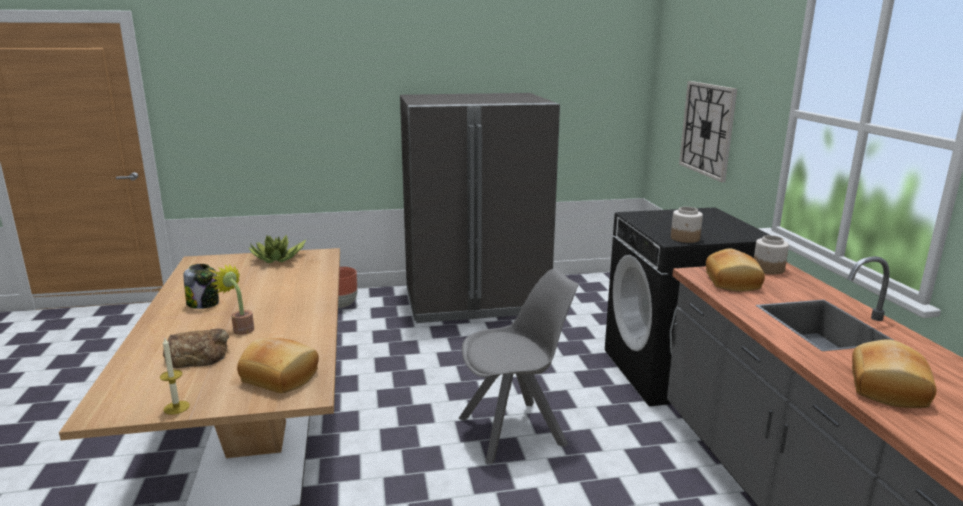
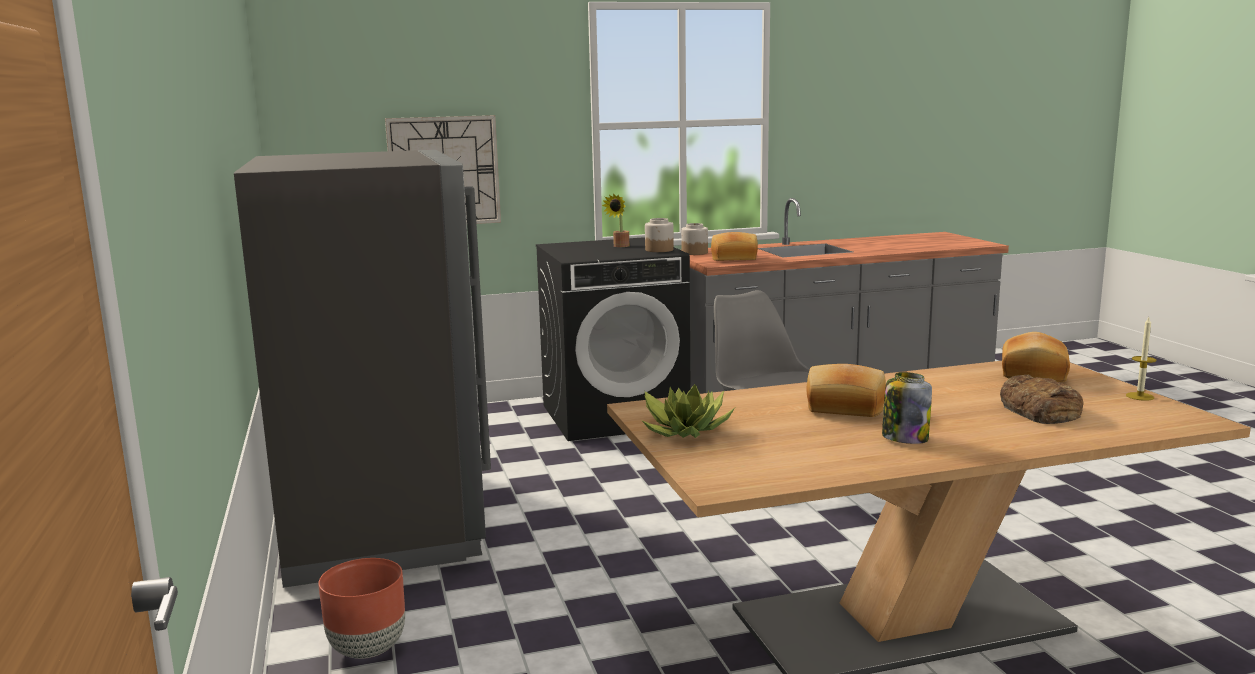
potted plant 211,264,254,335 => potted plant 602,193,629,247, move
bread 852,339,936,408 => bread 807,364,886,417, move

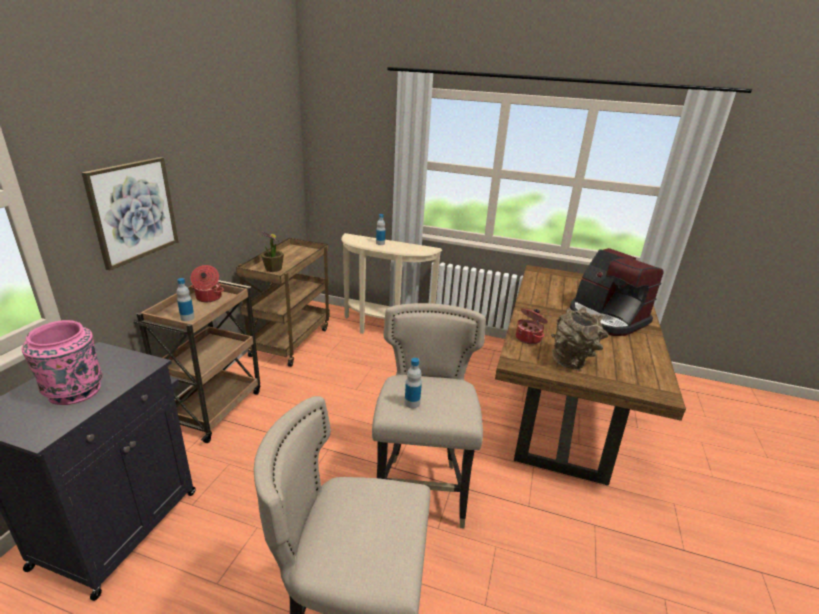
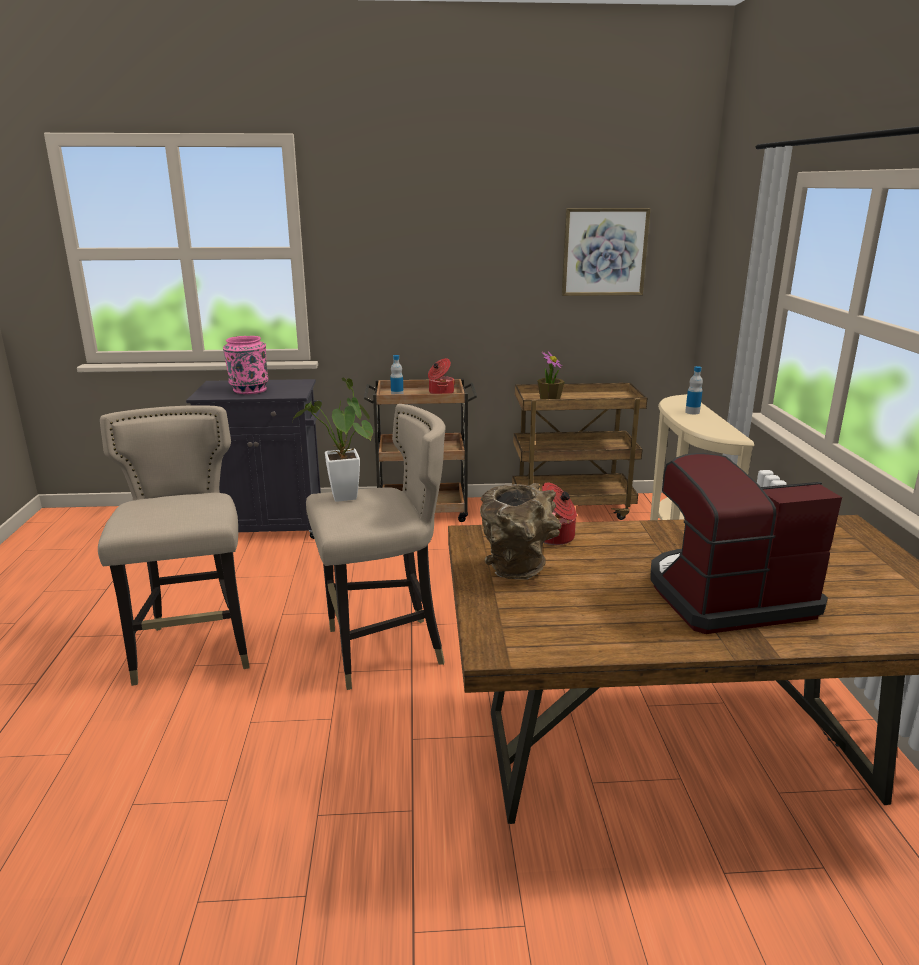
picture 82,157,178,270 => picture 562,208,650,296, move
bottle 405,358,422,408 => potted plant 291,378,373,502
coffee machine 570,248,664,336 => coffee machine 651,453,842,634, 45 degrees clockwise

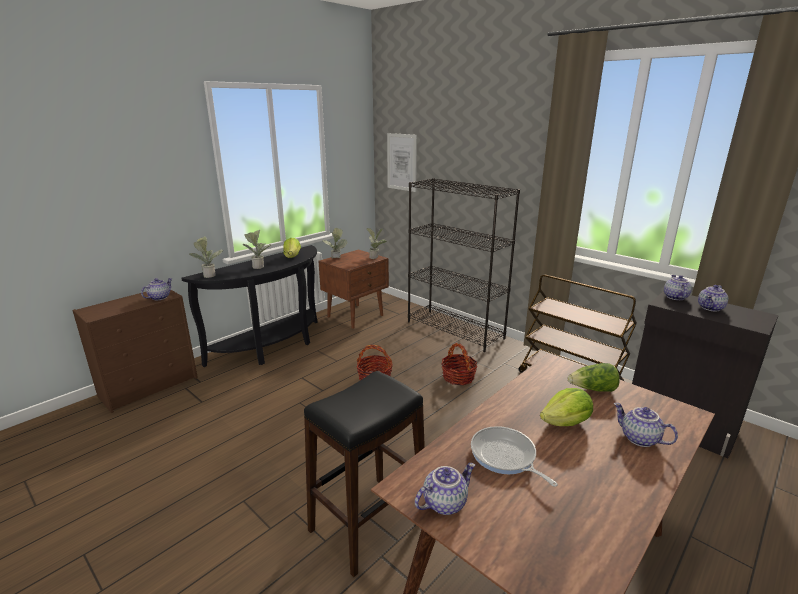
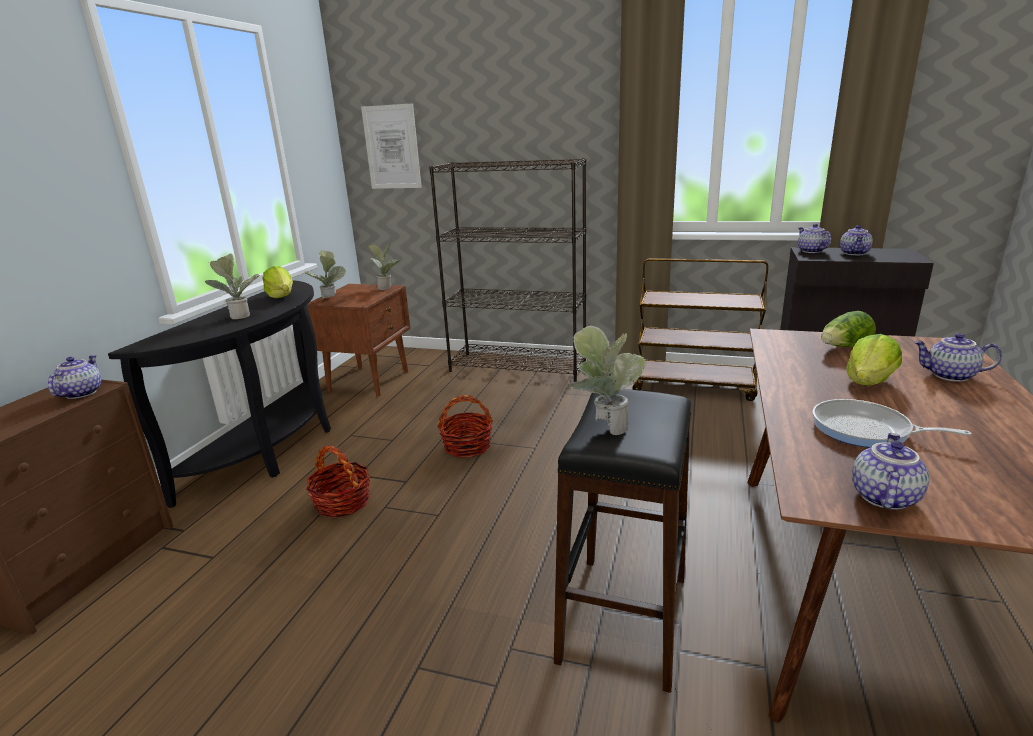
potted plant 189,236,223,278 => potted plant 570,325,647,435, move
basket 441,343,477,385 => basket 306,445,370,518, move

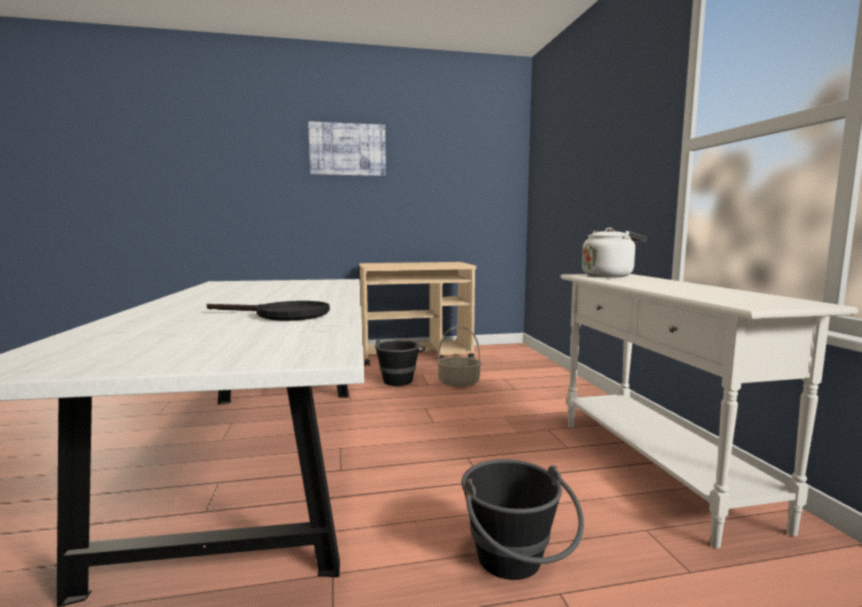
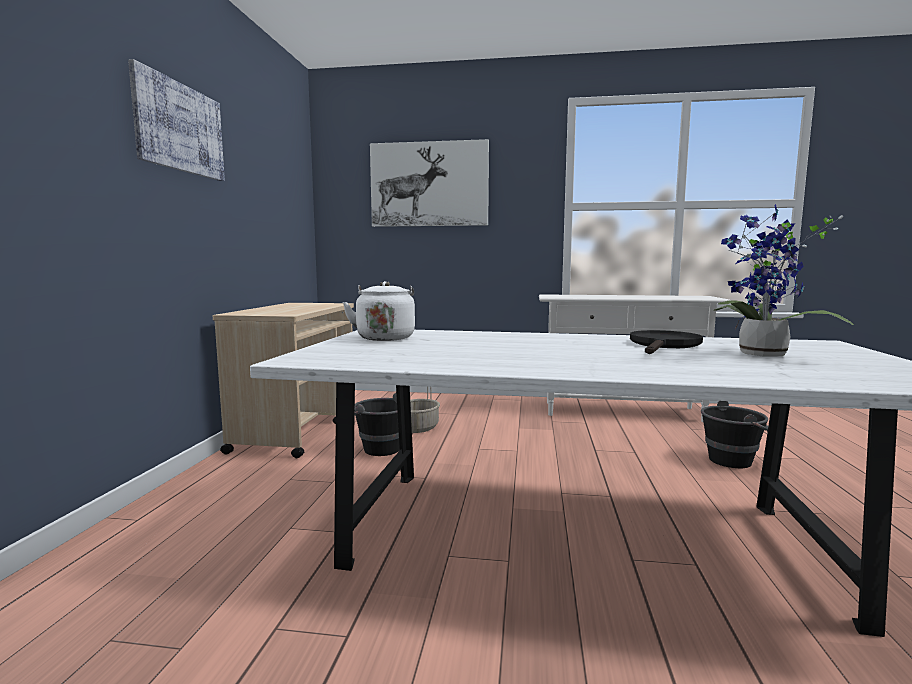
nothing => picture 370,139,489,227
nothing => potted plant 714,204,854,356
kettle (white) 582,228,647,277 => kettle (white) 343,281,415,341, move

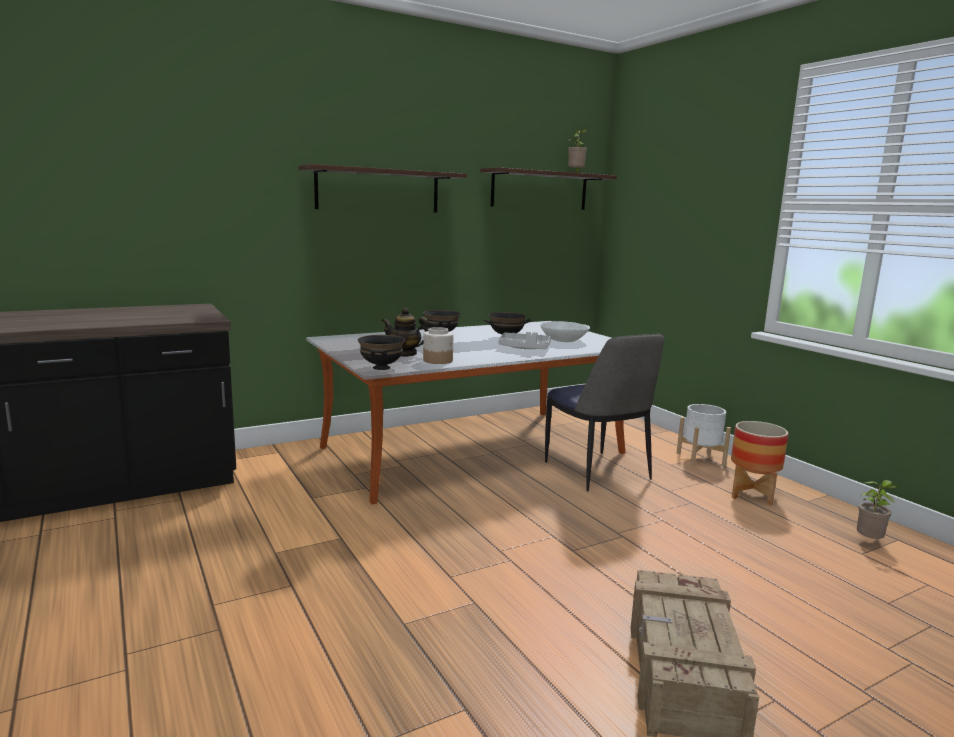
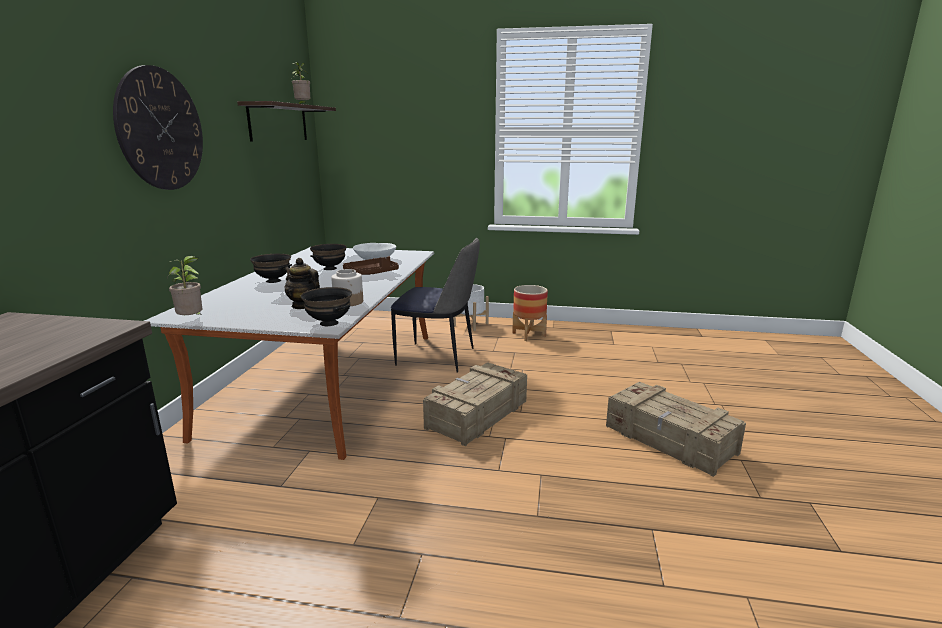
nothing => crate 423,362,527,446
potted plant 857,480,899,539 => potted plant 167,256,202,315, move
shelf 298,164,467,213 => wall clock 113,65,203,190
tray (grey) 498,332,551,349 => tray (brown) 343,256,399,275
teapot 382,308,429,357 => teapot 284,258,320,309, 75 degrees clockwise

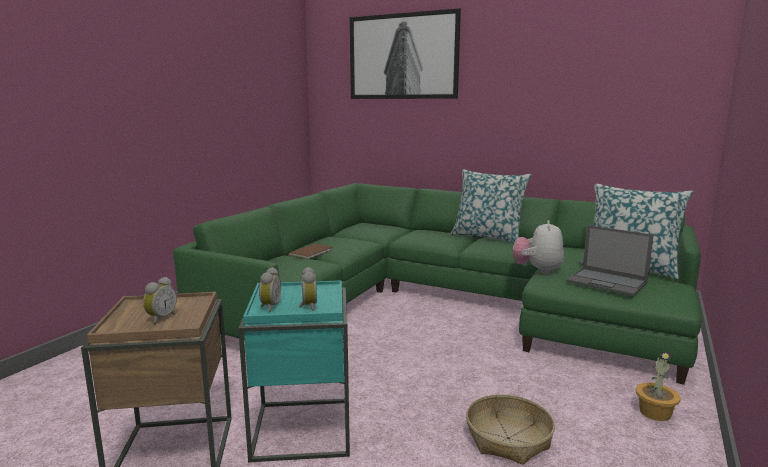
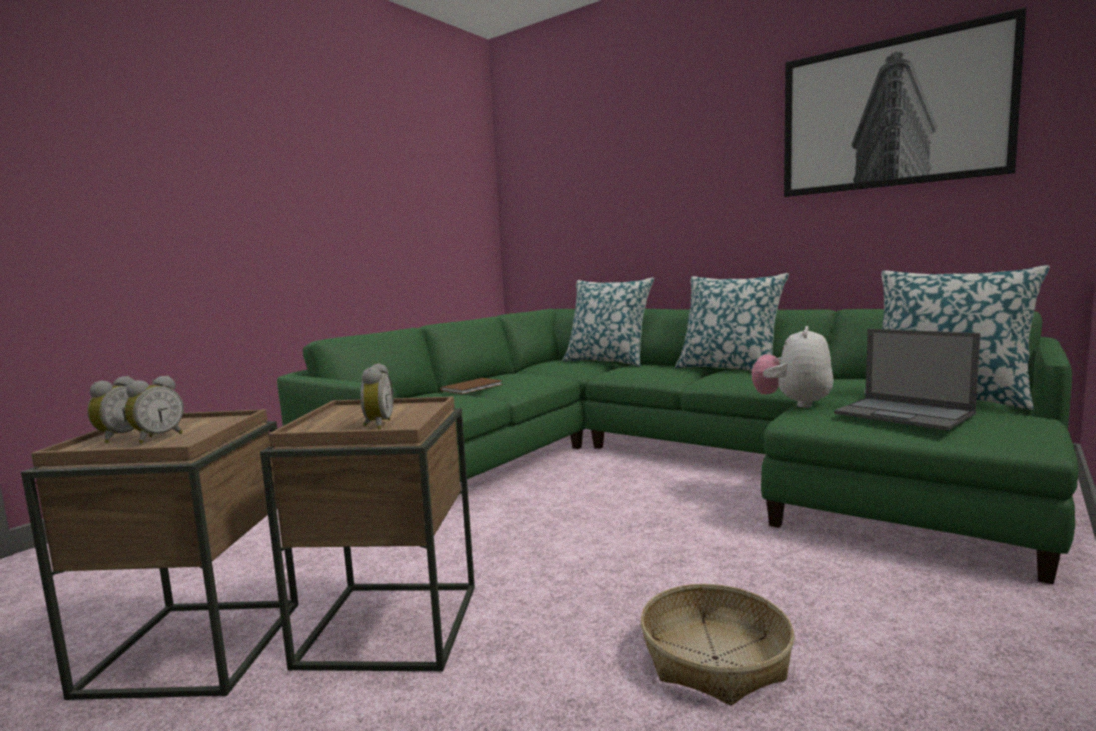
potted plant 636,351,681,421 => nothing
nothing => pillow 562,277,654,366
alarm clock 259,267,281,312 => alarm clock 87,376,141,443, move
picture 350,8,461,99 => picture 784,7,1026,197, move
side table (turquoise) 238,280,350,462 => side table (brown) 260,396,475,672

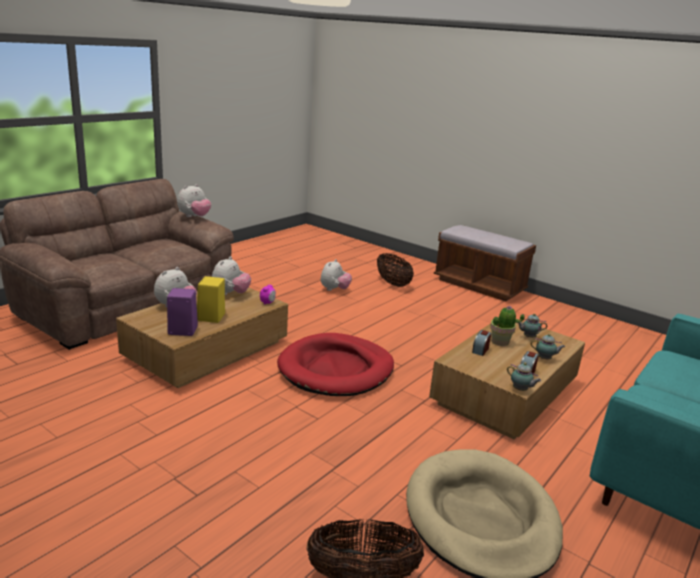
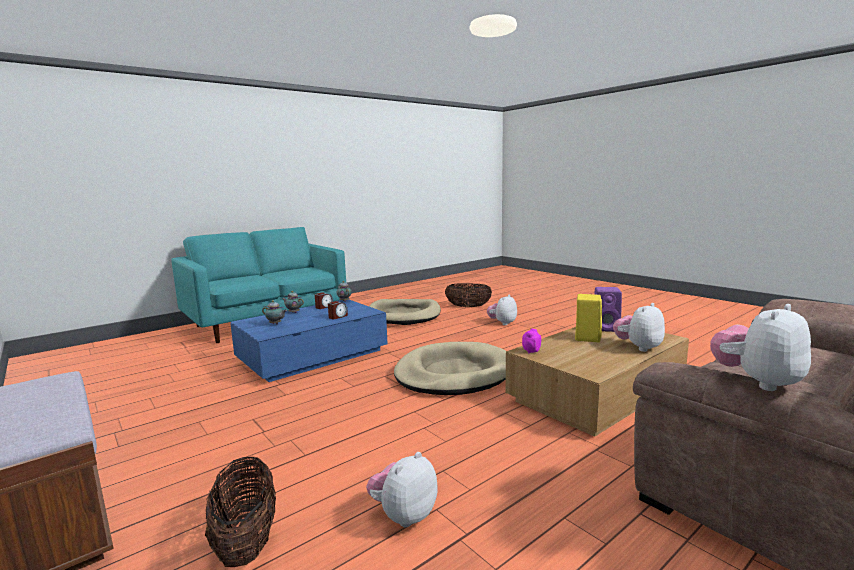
potted plant 490,305,524,346 => nothing
plush toy 212,256,251,295 => plush toy 487,294,517,325, move
dog bed (red) 277,333,394,396 => dog bed (beige) 394,342,506,395
coffee table (brown) 429,321,585,440 => coffee table (blue) 230,299,388,382

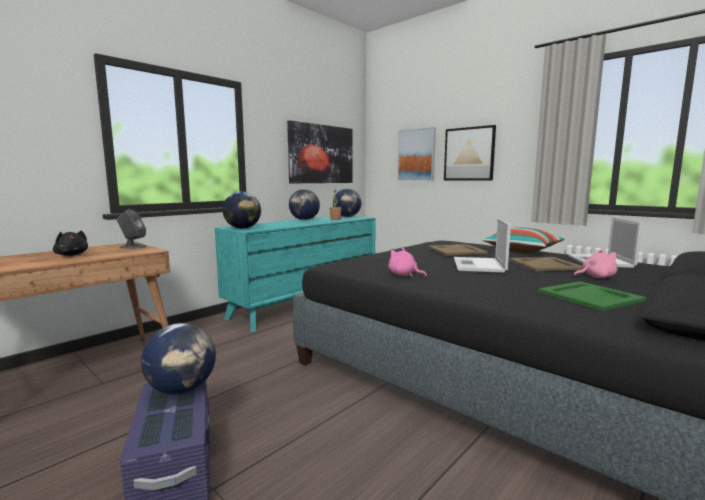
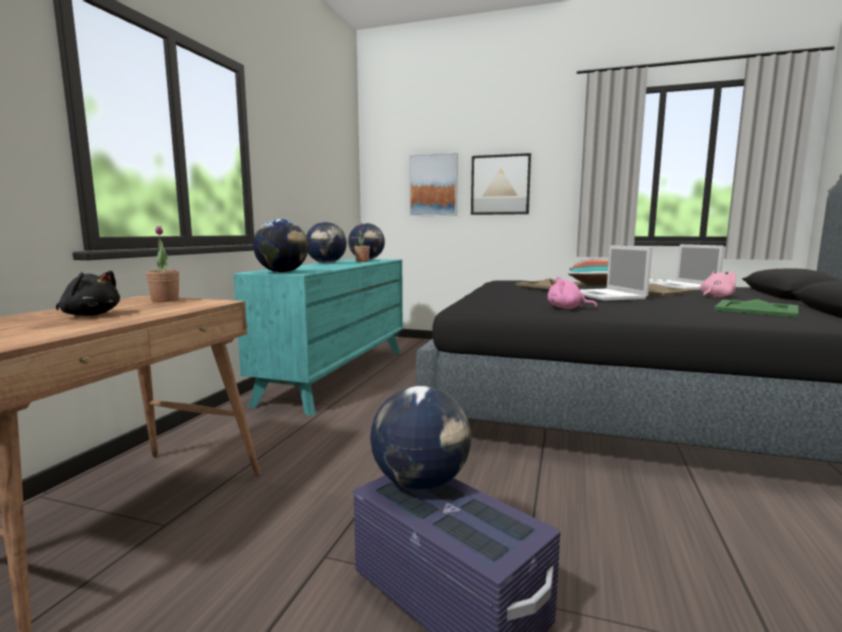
picture 287,120,353,183 => nothing
speaker (grey) 117,209,147,249 => potted plant 146,226,179,302

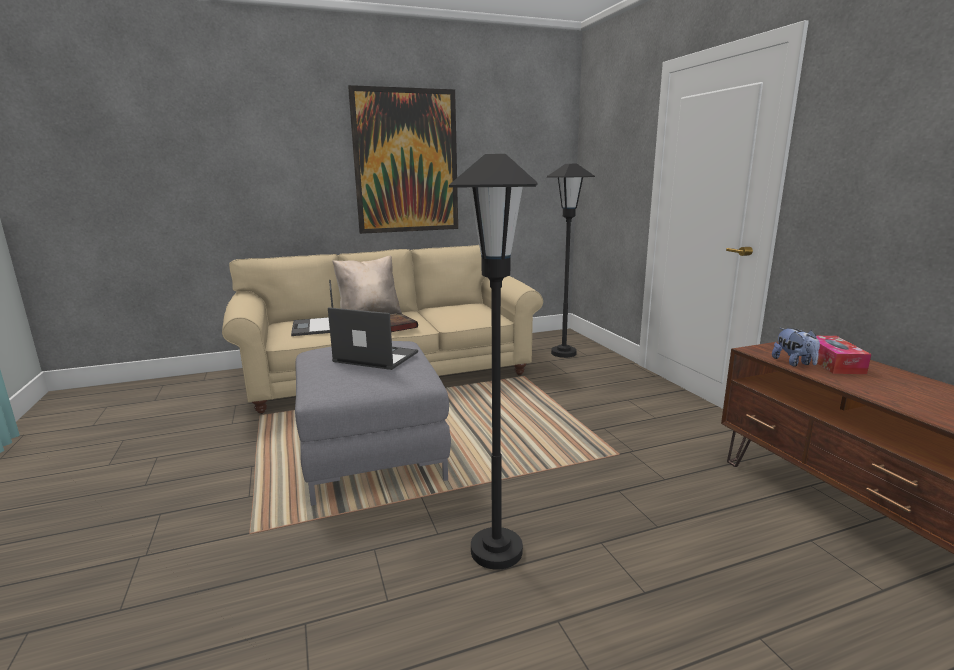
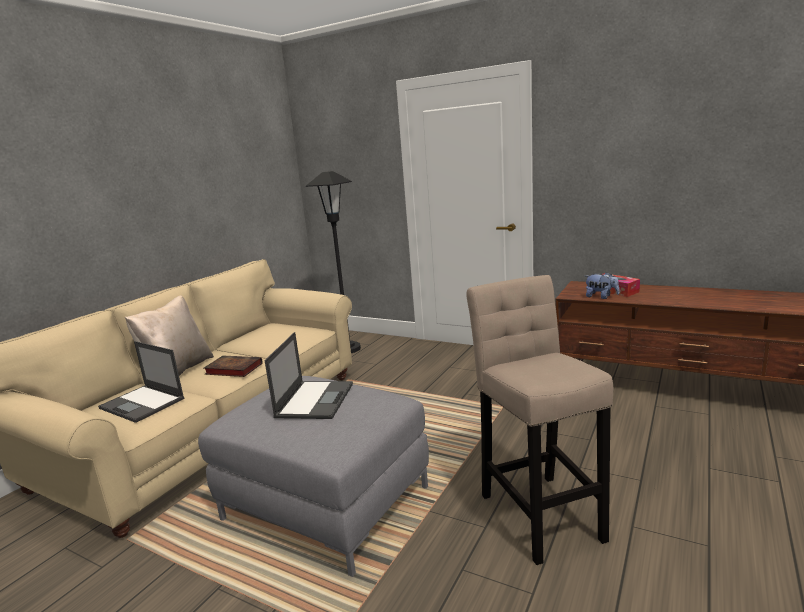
picture 348,85,458,234 => nothing
floor lamp (black) 449,154,537,570 => stool (beige) 466,275,613,565
laptop 328,307,418,370 => laptop 264,332,353,419, 120 degrees clockwise

